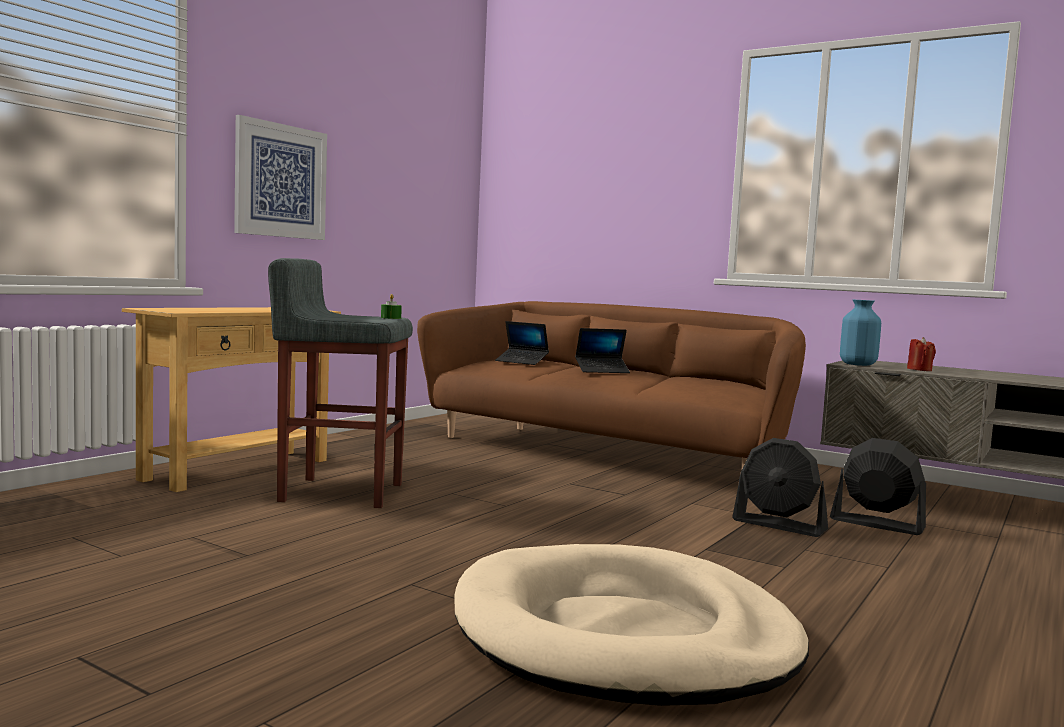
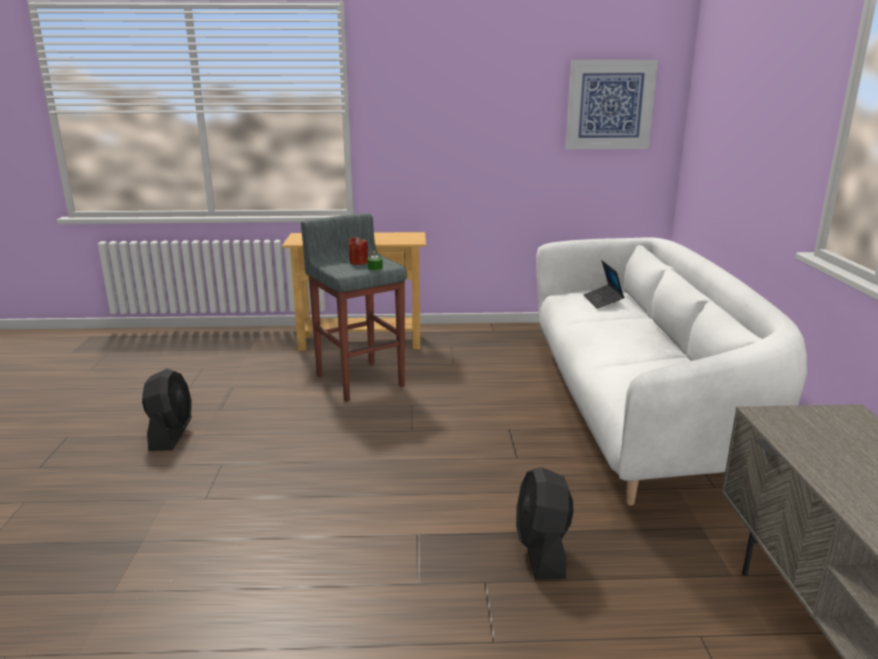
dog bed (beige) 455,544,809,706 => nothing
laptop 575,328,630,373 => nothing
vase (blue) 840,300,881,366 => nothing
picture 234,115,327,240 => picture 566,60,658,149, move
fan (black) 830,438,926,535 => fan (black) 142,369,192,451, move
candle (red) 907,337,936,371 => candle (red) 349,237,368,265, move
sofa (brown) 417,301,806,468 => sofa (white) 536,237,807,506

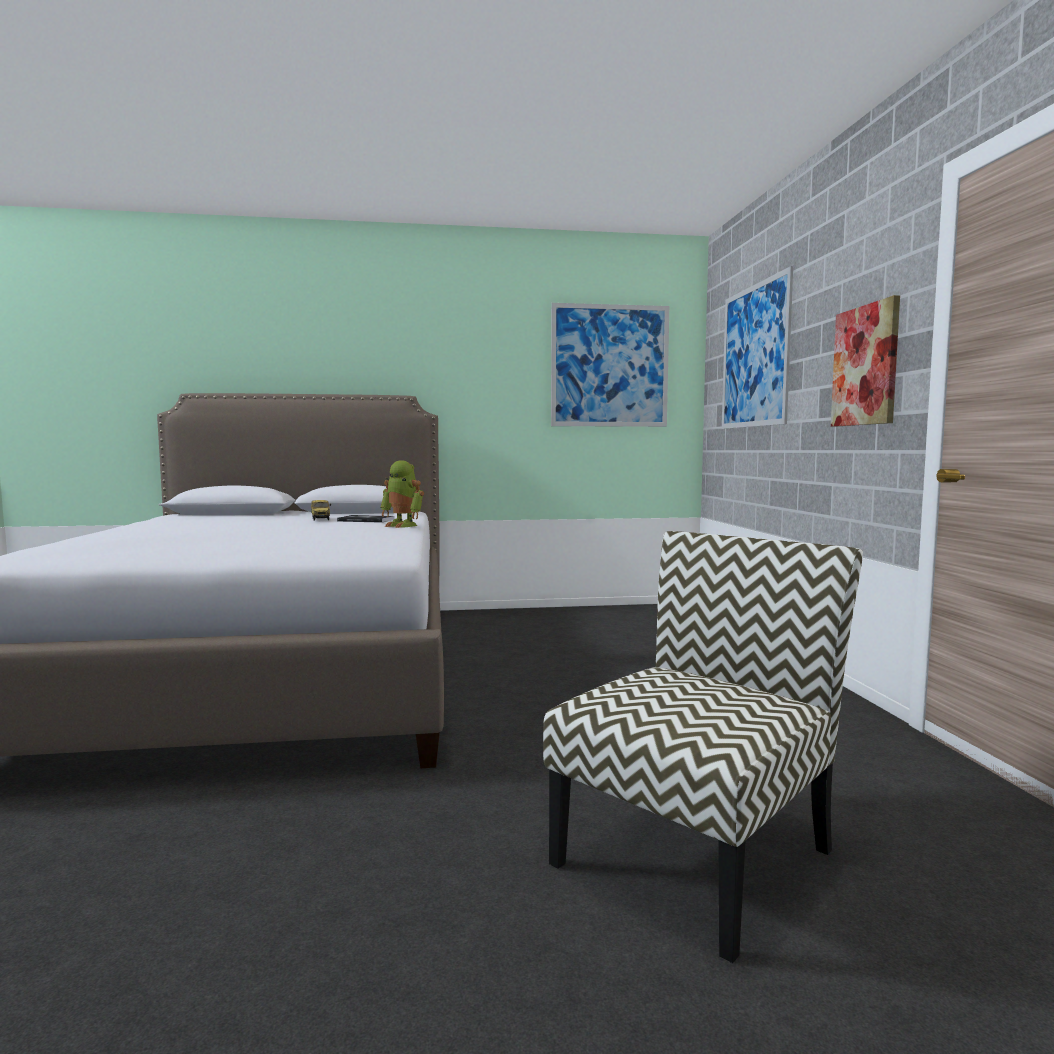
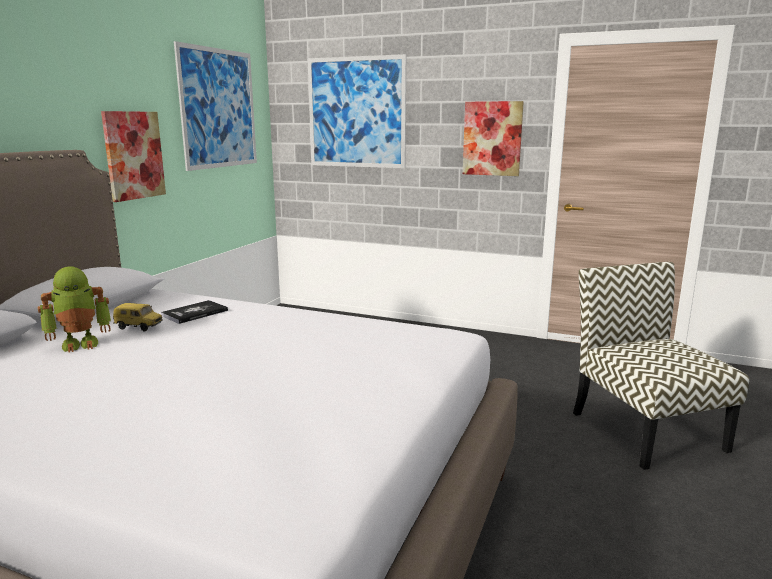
nothing => picture 101,111,166,202
toy robot 380,460,424,528 => toy robot 38,266,111,353, move

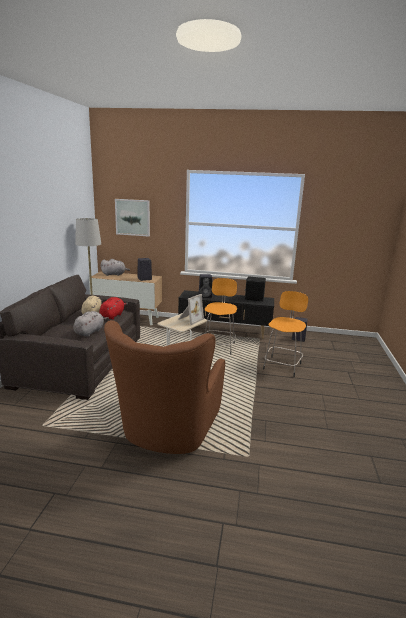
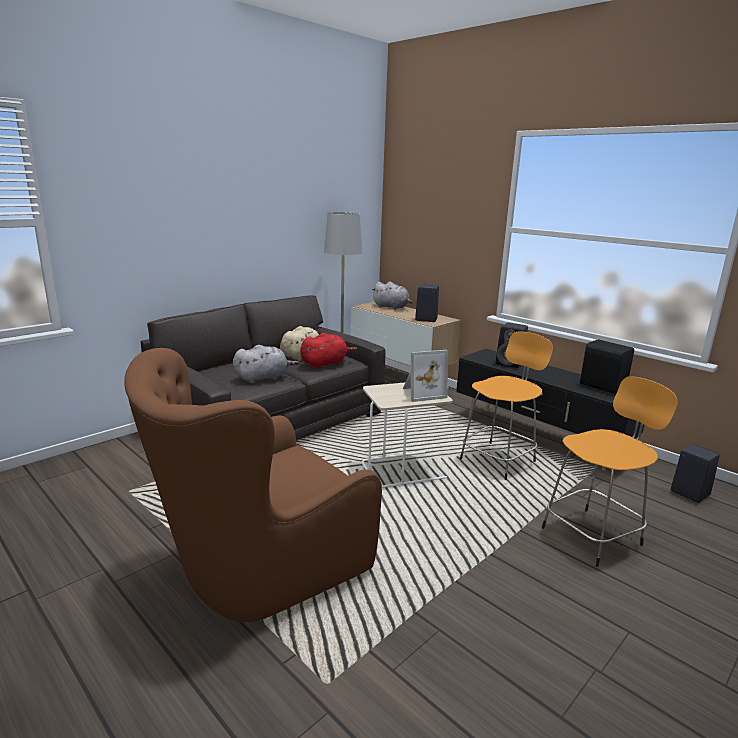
picture 115,199,150,236 => nothing

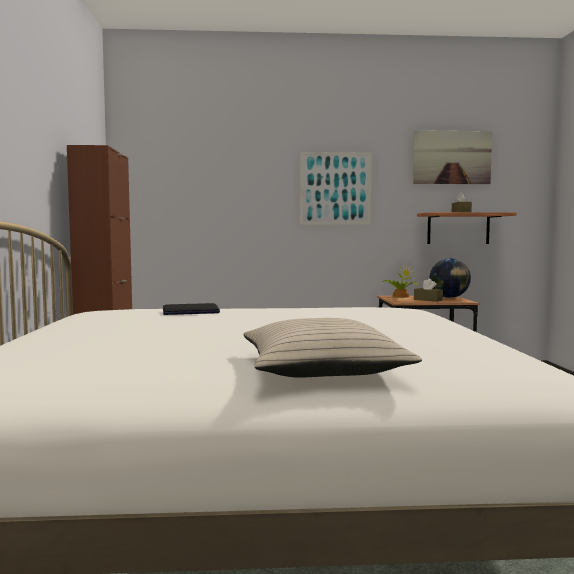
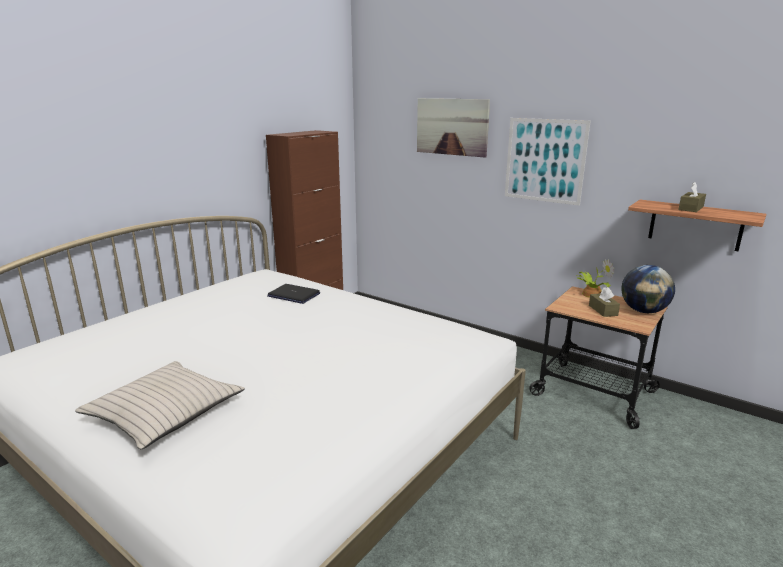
picture 413,130,492,184 => picture 417,98,490,157, move

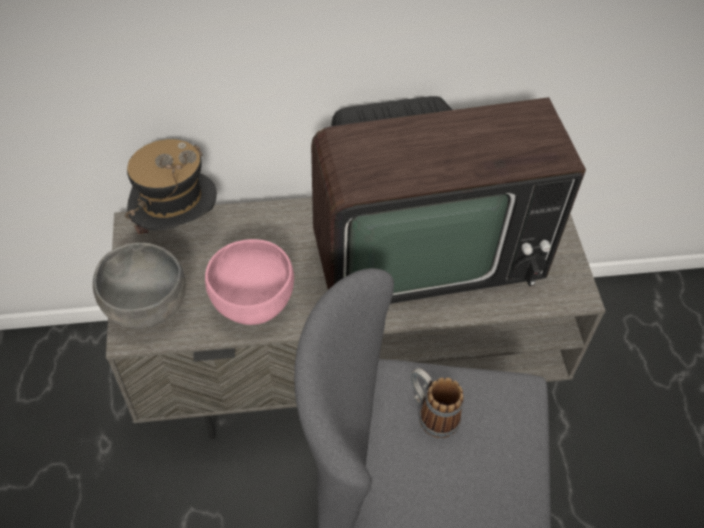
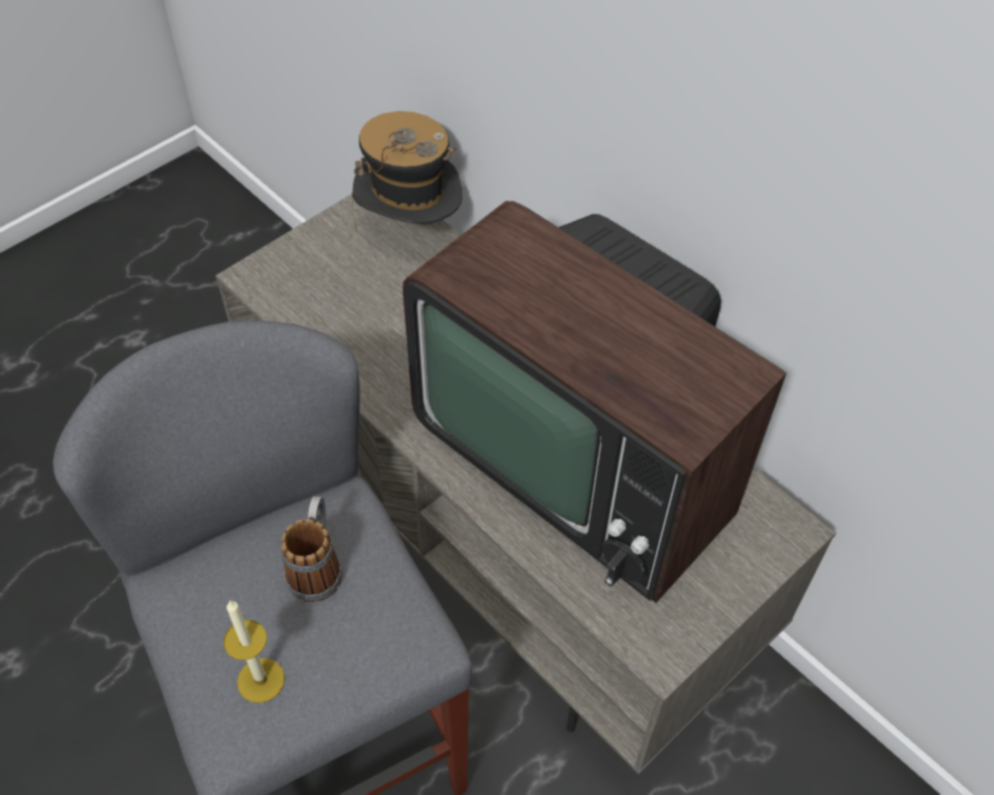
bowl (grey) 93,243,186,329 => nothing
bowl (pink) 205,239,294,325 => nothing
nothing => candle 223,601,285,703

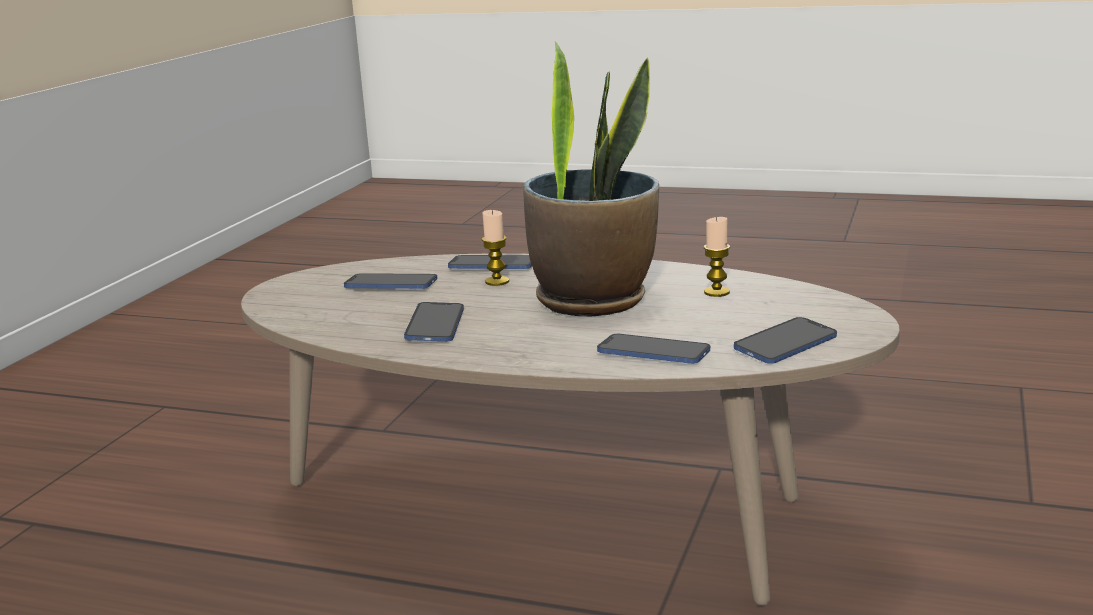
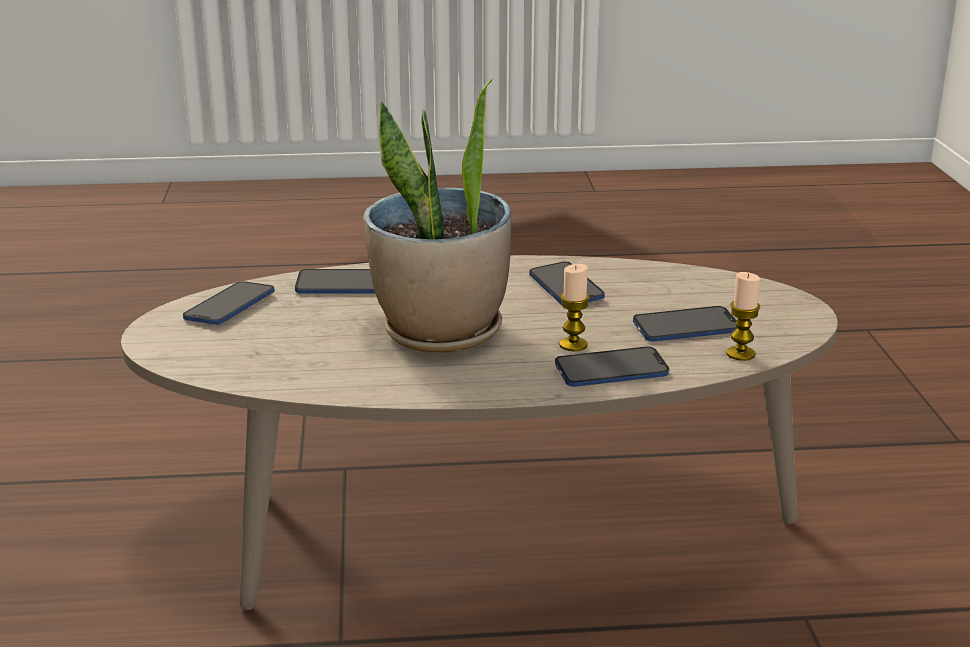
candle 704,217,730,297 => candle 726,272,761,361, move

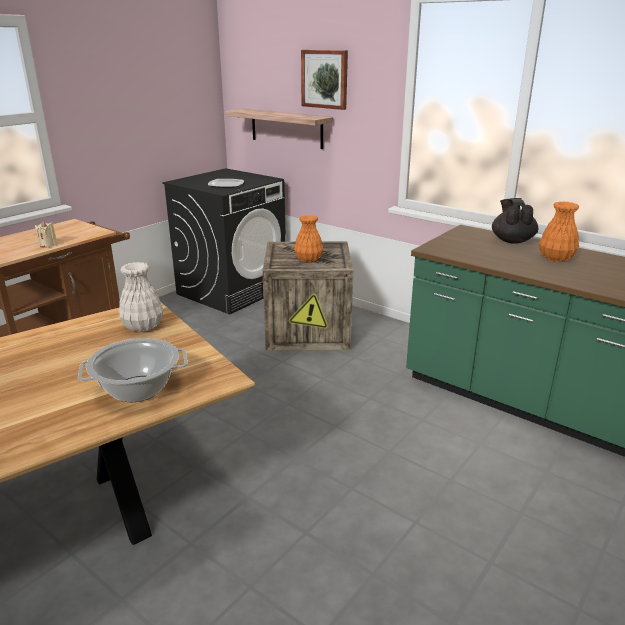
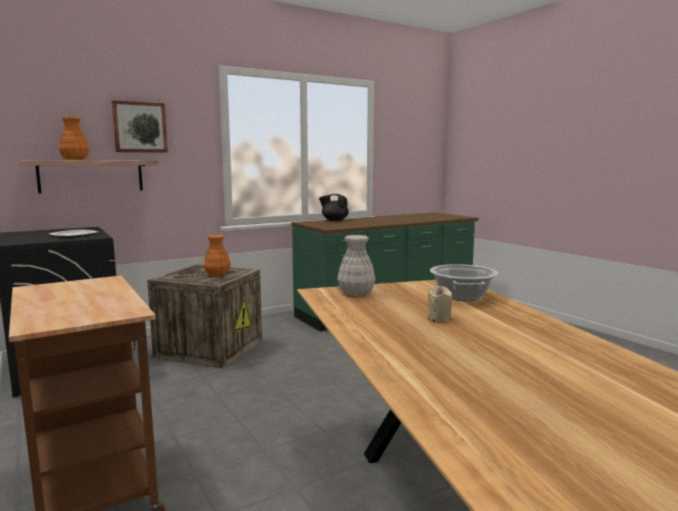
candle (beige) 35,221,57,248 => candle (beige) 428,286,452,322, move
vase (orange) 539,202,579,262 => vase (orange) 59,117,89,160, move

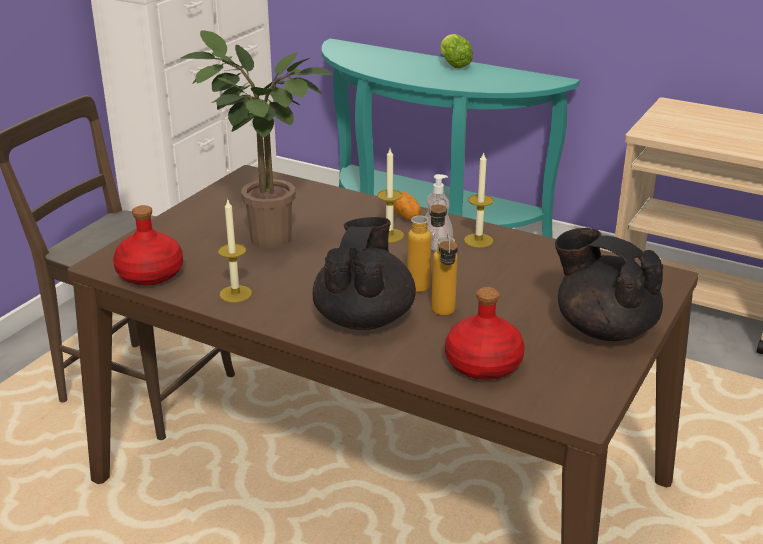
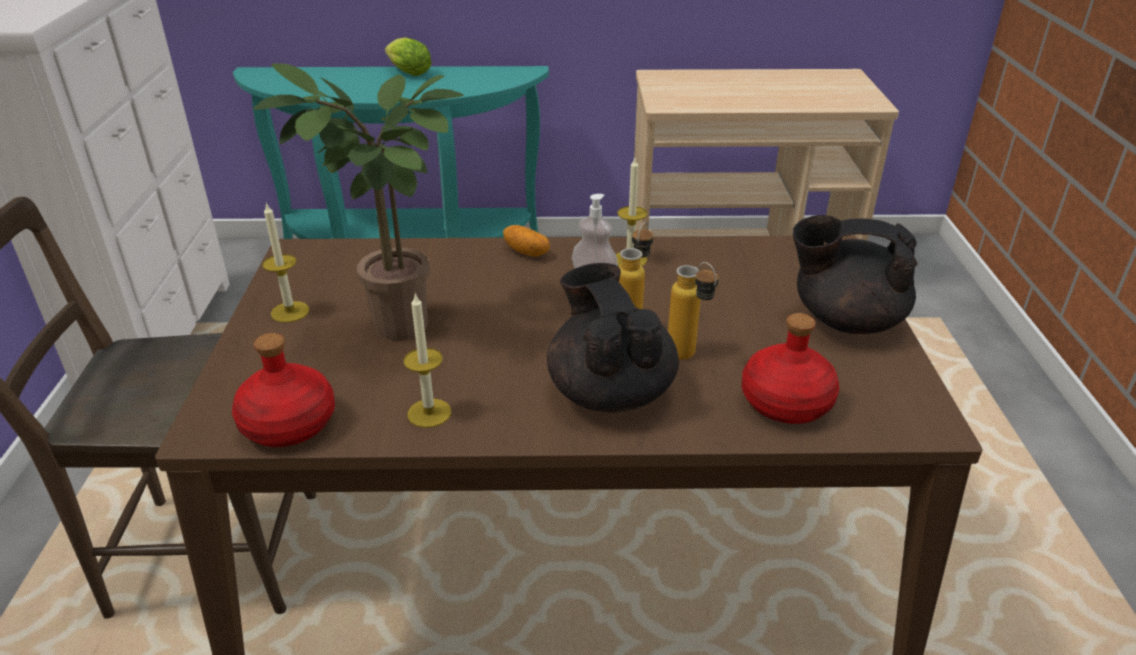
candle 377,149,404,243 => candle 262,202,309,323, move

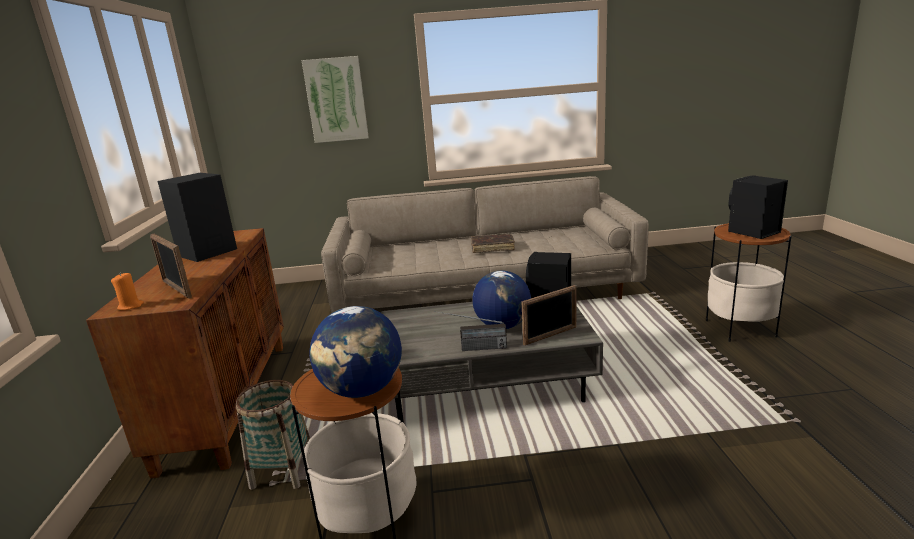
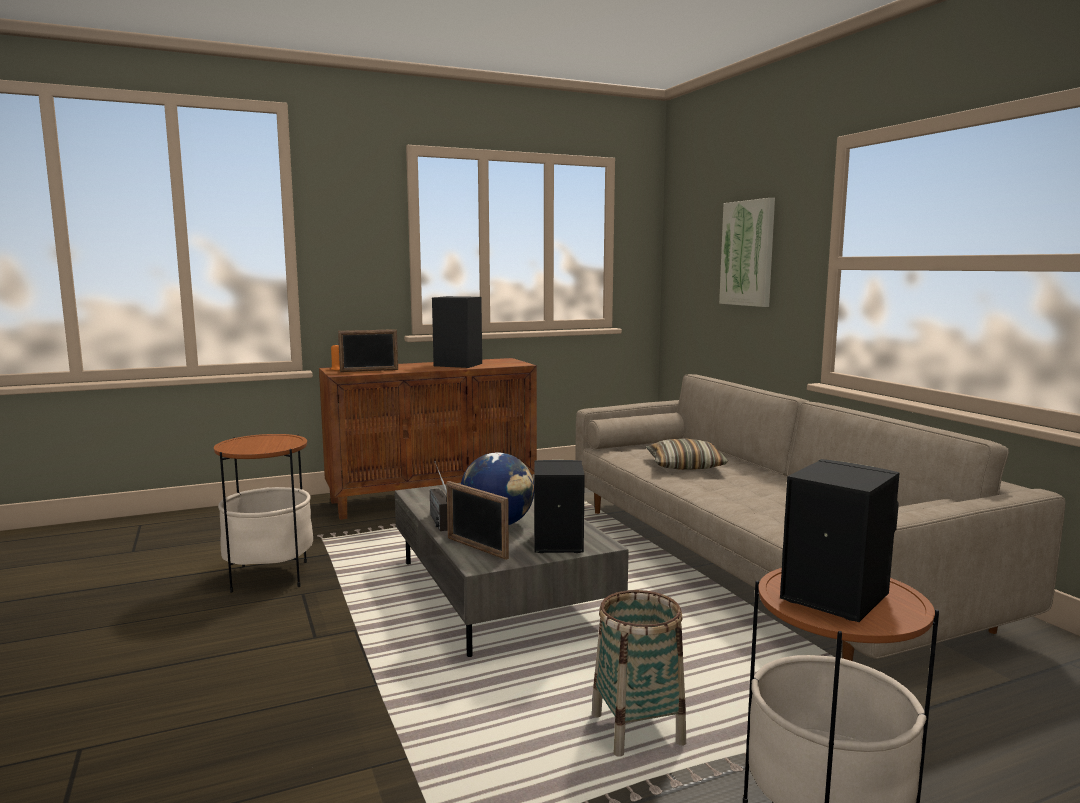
globe 309,306,402,398 => nothing
book (brown) 471,234,515,253 => nothing
nothing => pillow 646,438,728,470
basket 236,380,310,490 => basket 592,590,686,757, move
picture frame 150,234,192,299 => picture frame 338,329,398,372, 135 degrees counterclockwise

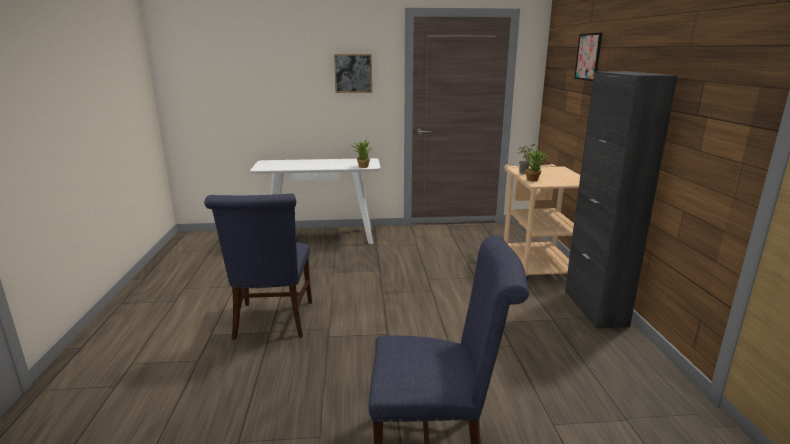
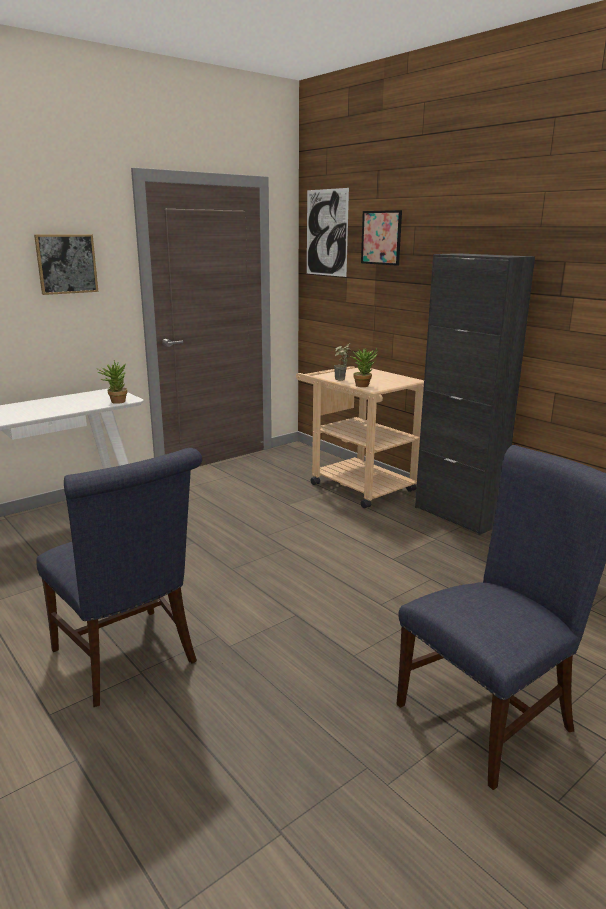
nothing => picture 307,188,349,277

